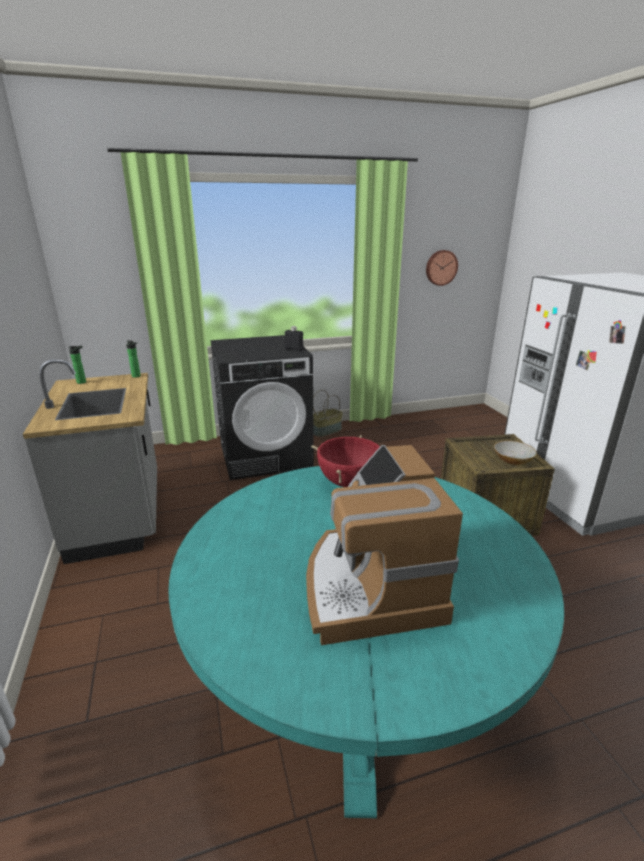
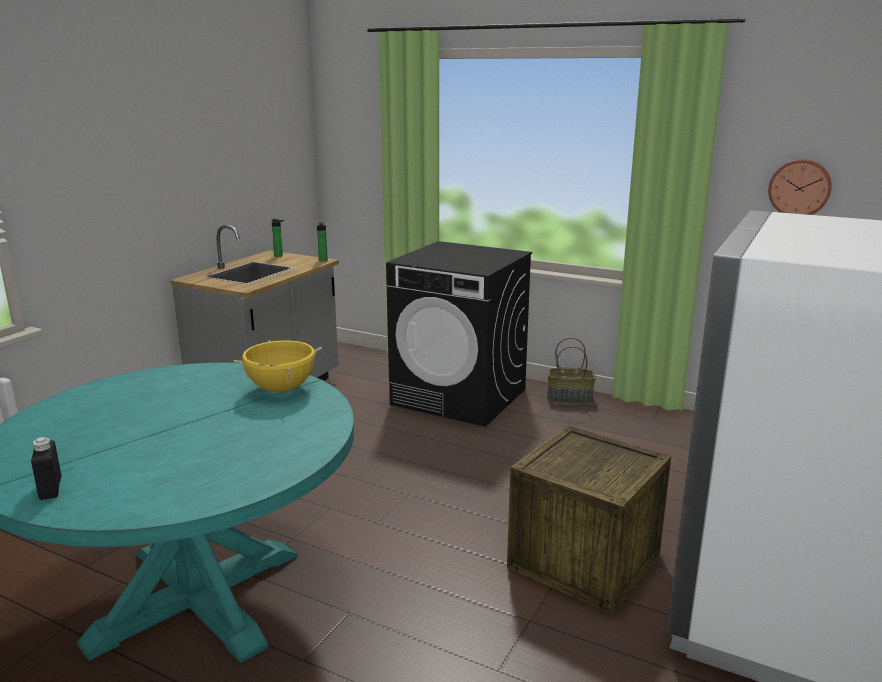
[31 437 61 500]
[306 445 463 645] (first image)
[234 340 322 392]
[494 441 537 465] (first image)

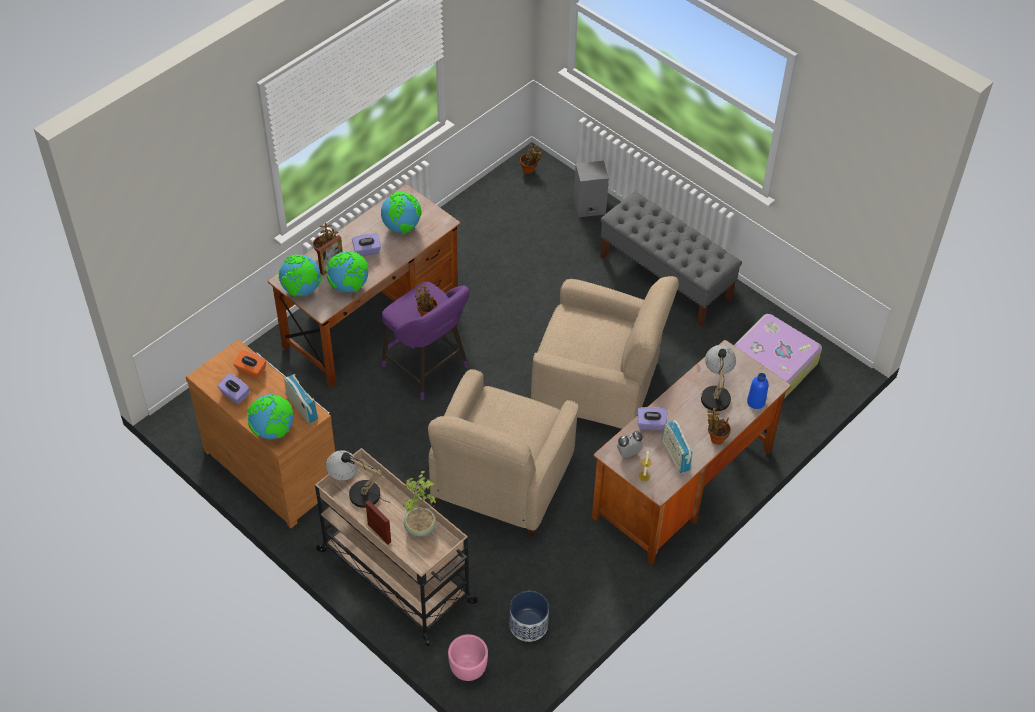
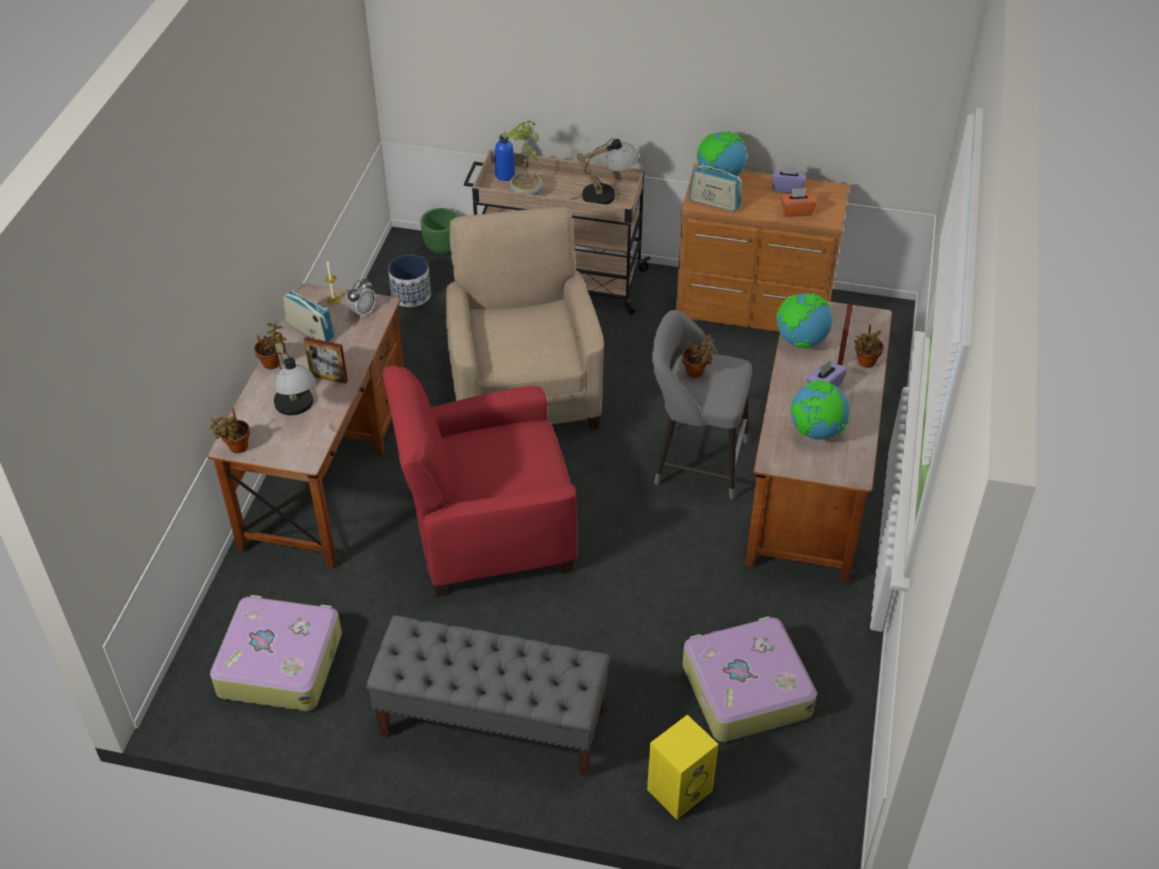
[279 254 322 296] (first image)
[304 337 348 384]
[652 310 752 500]
[421 208 459 255]
[210 408 250 453]
[383 366 577 597]
[647 715 718 819]
[638 407 667 430] (first image)
[495 134 515 181]
[682 616 817 742]

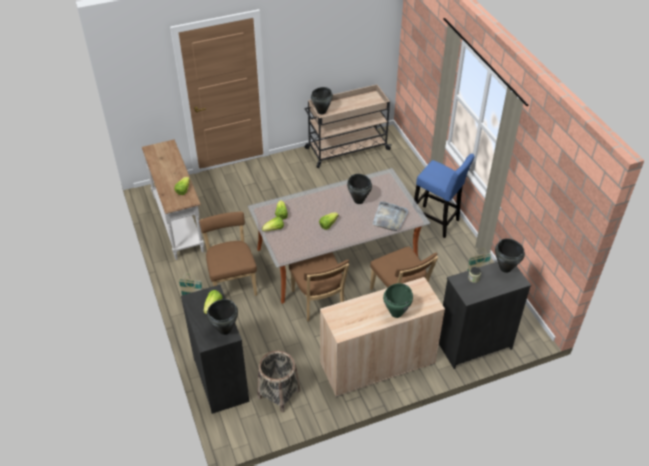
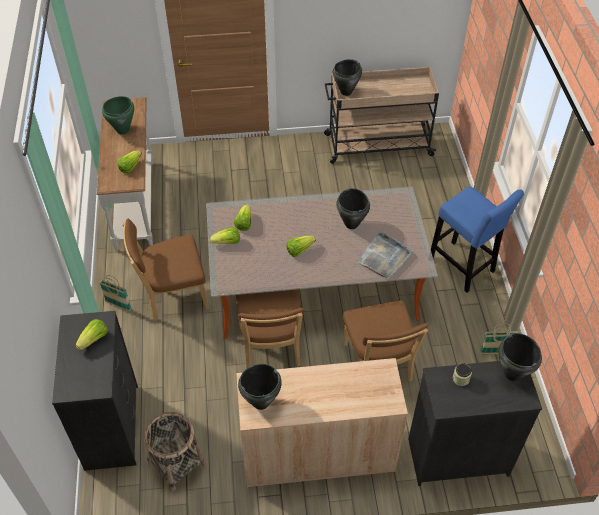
[123 219 209 321]
[238 364 282 410]
[102 96 134 135]

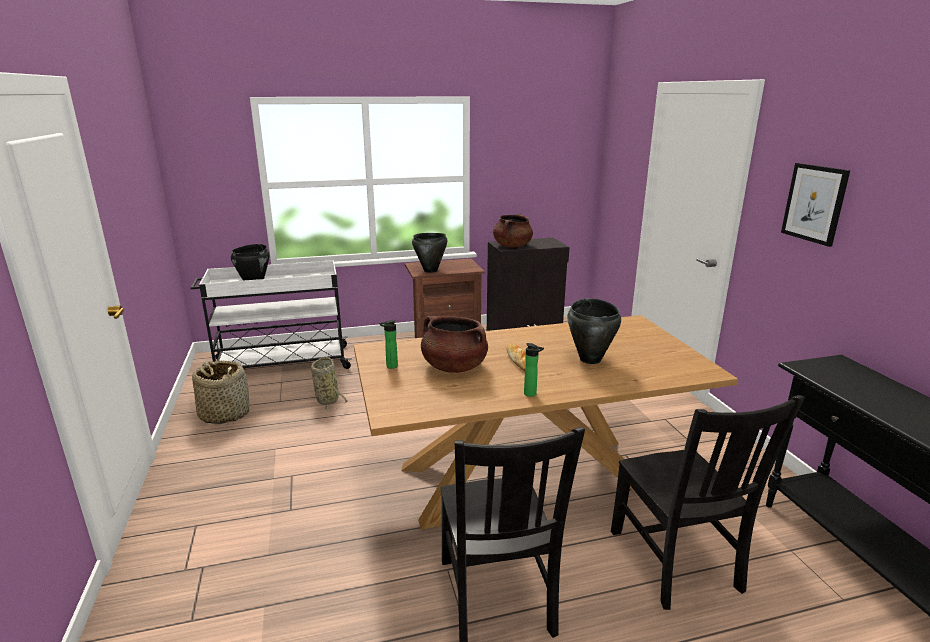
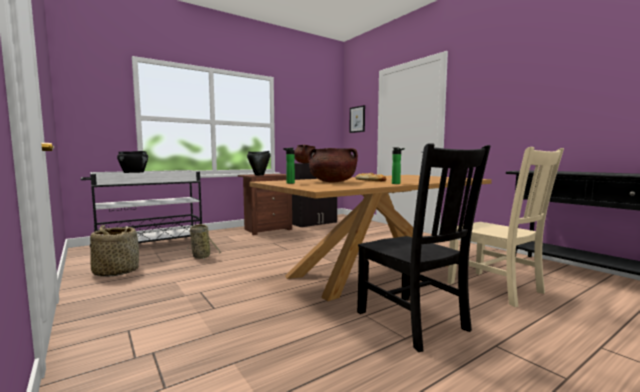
[568 298 621 364] (first image)
[447 147 564 307]
[350 105 365 133]

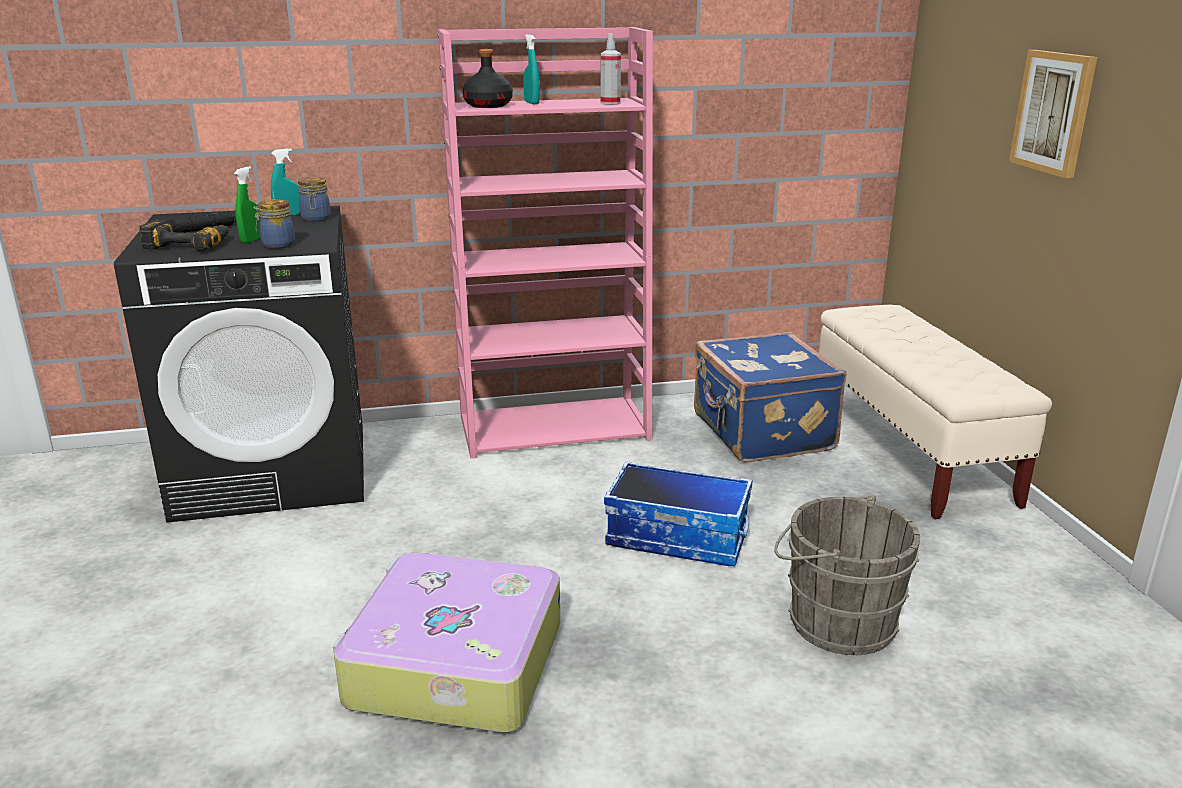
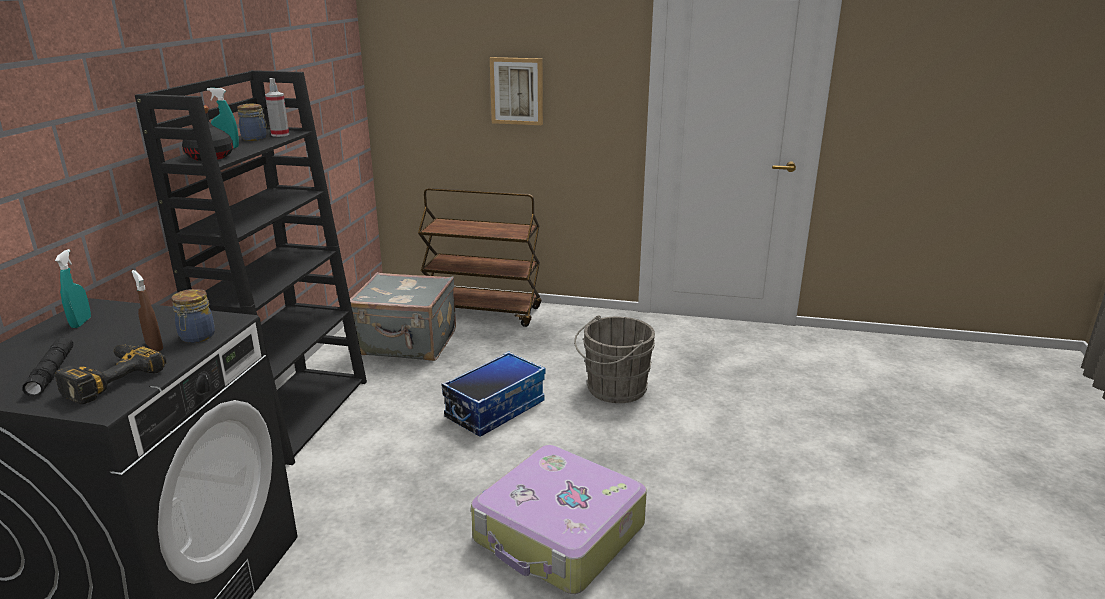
[132 270 163 351]
[237 104 267 141]
[135 70 367 465]
[350 272 456 361]
[418 188 541 327]

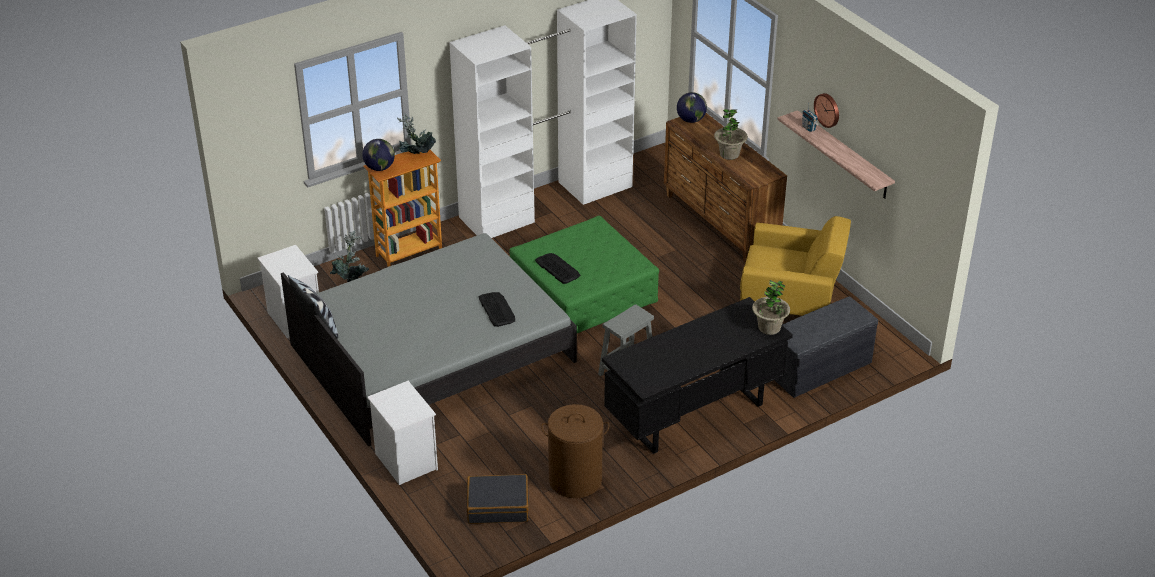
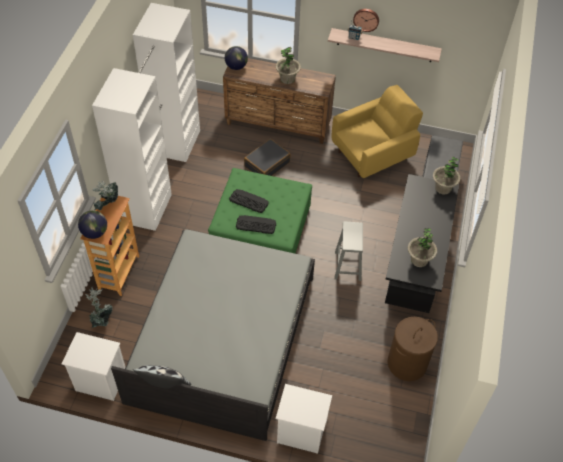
[244 139 291 176]
[229 189 269 213]
[408 228 438 267]

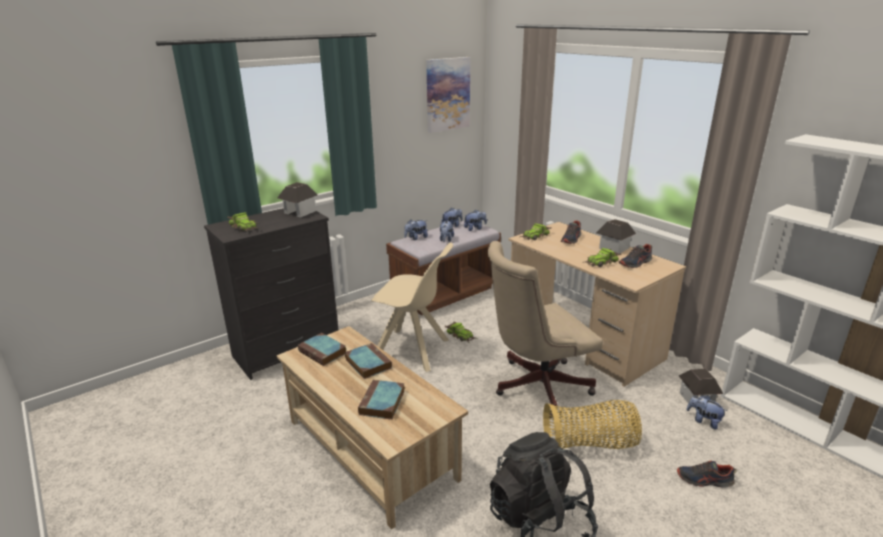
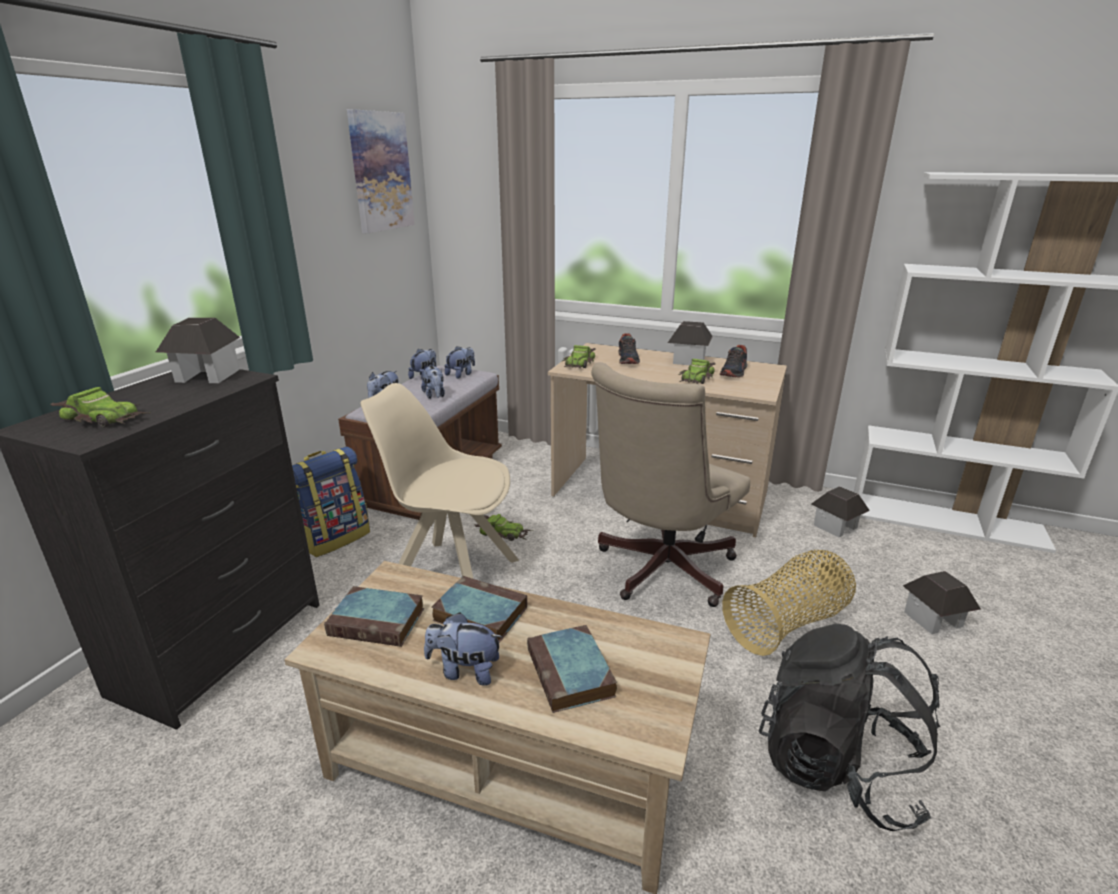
[361 383 520 579]
[903 571 981 634]
[424 612 503 686]
[292 447 370 557]

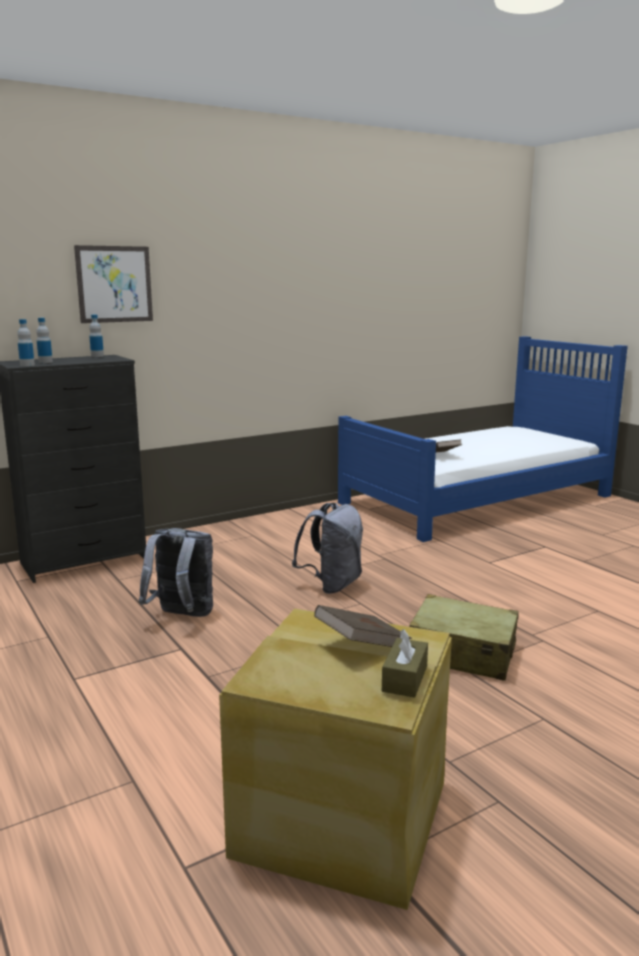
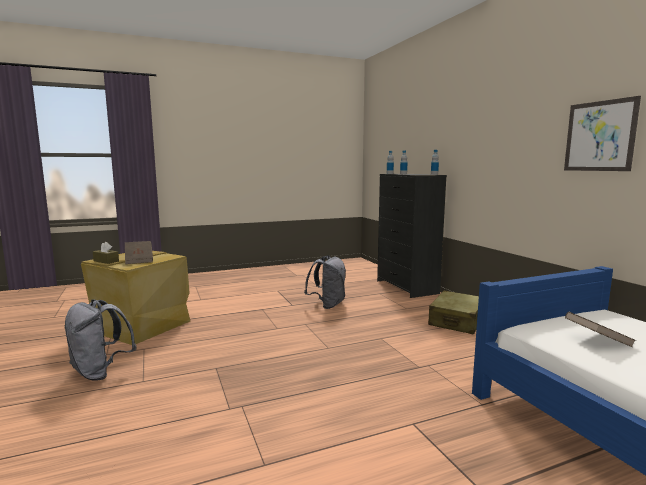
[564 96 641 171]
[65 299 137 380]
[428 290 479 335]

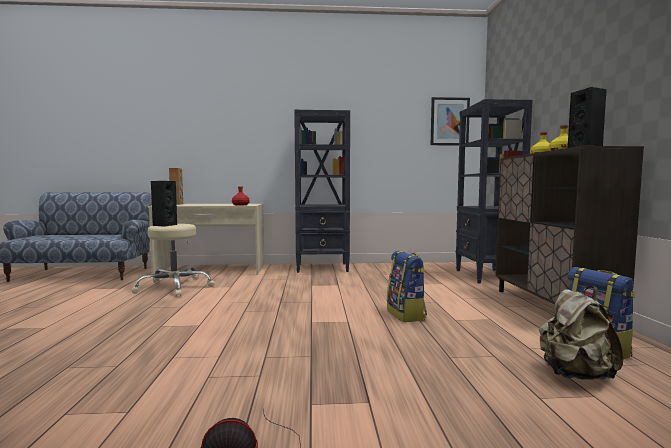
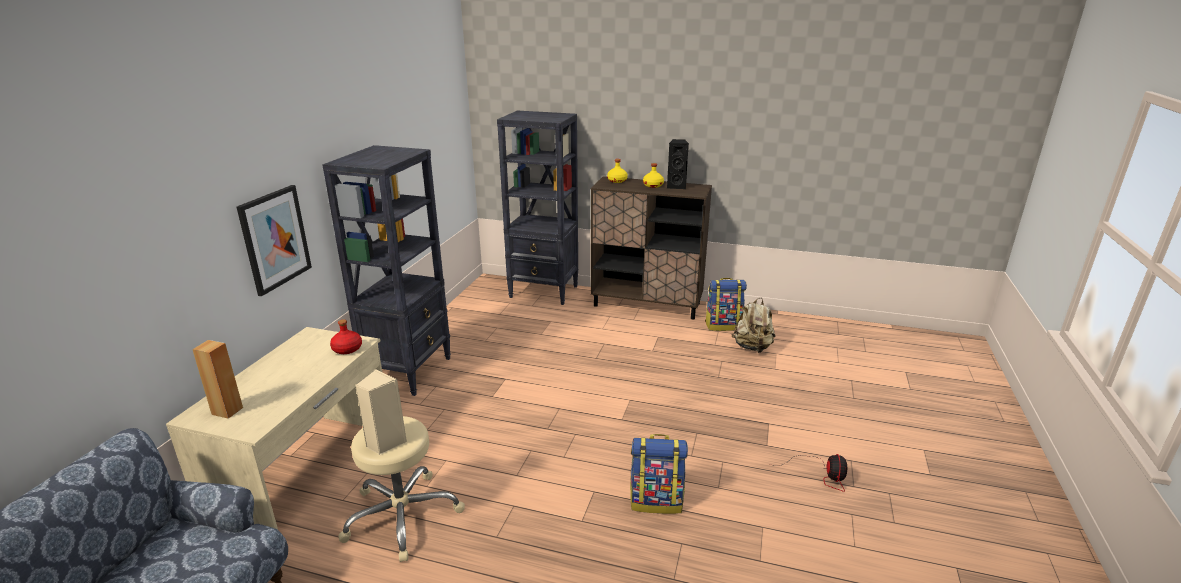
[355 369 407 455]
[630 434 688 514]
[237 185 312 296]

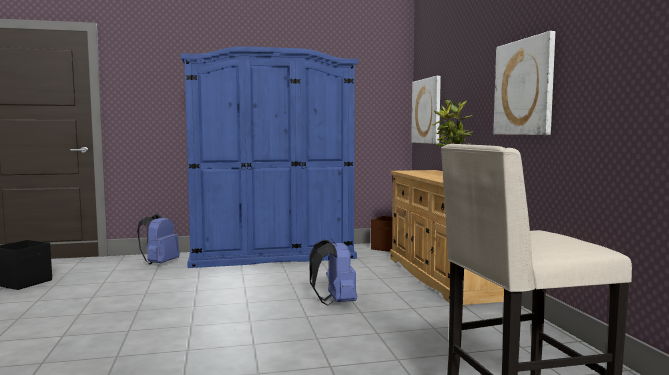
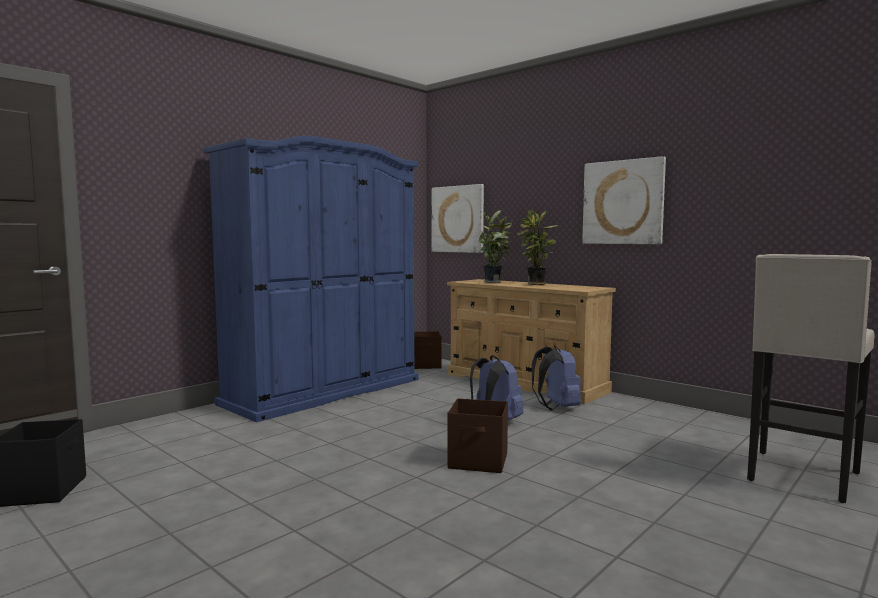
[532 345 581 410]
[447 398 508 473]
[478 210 513 283]

